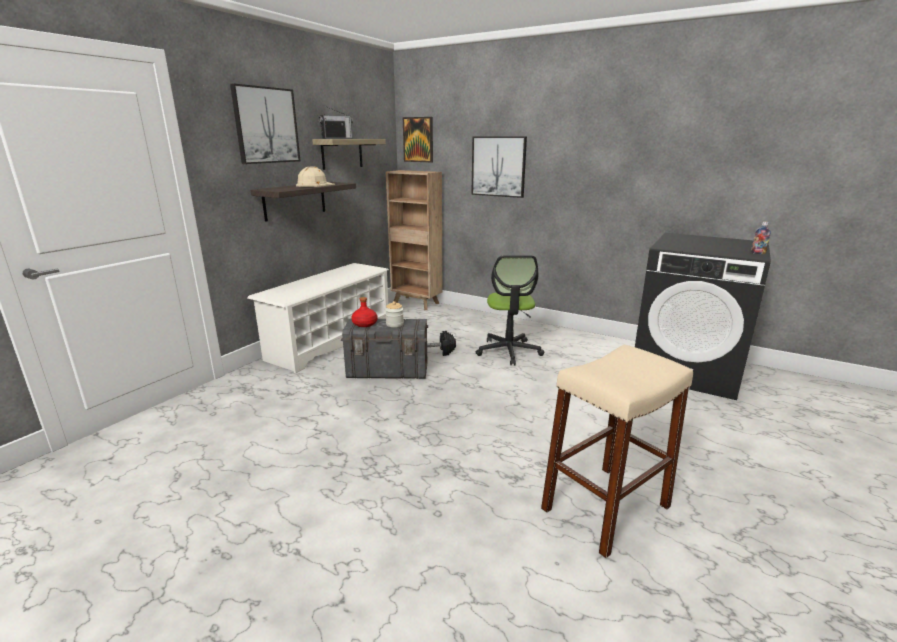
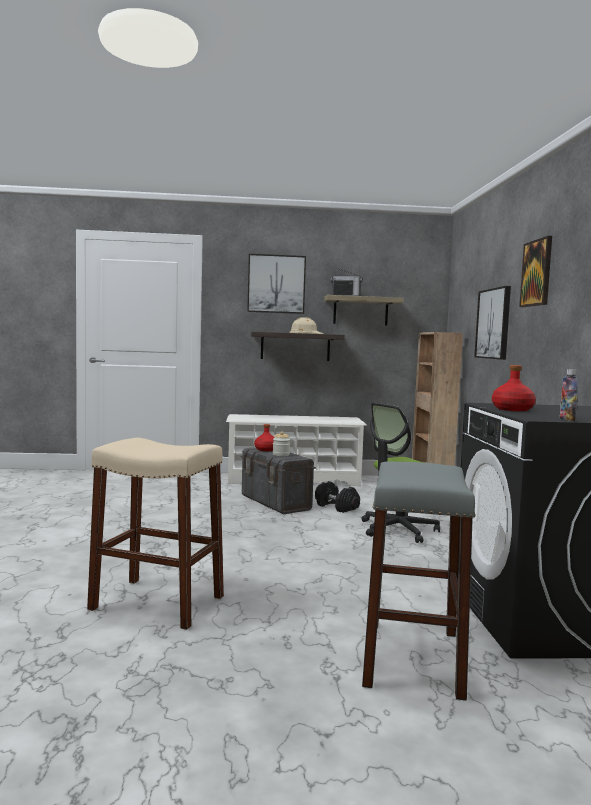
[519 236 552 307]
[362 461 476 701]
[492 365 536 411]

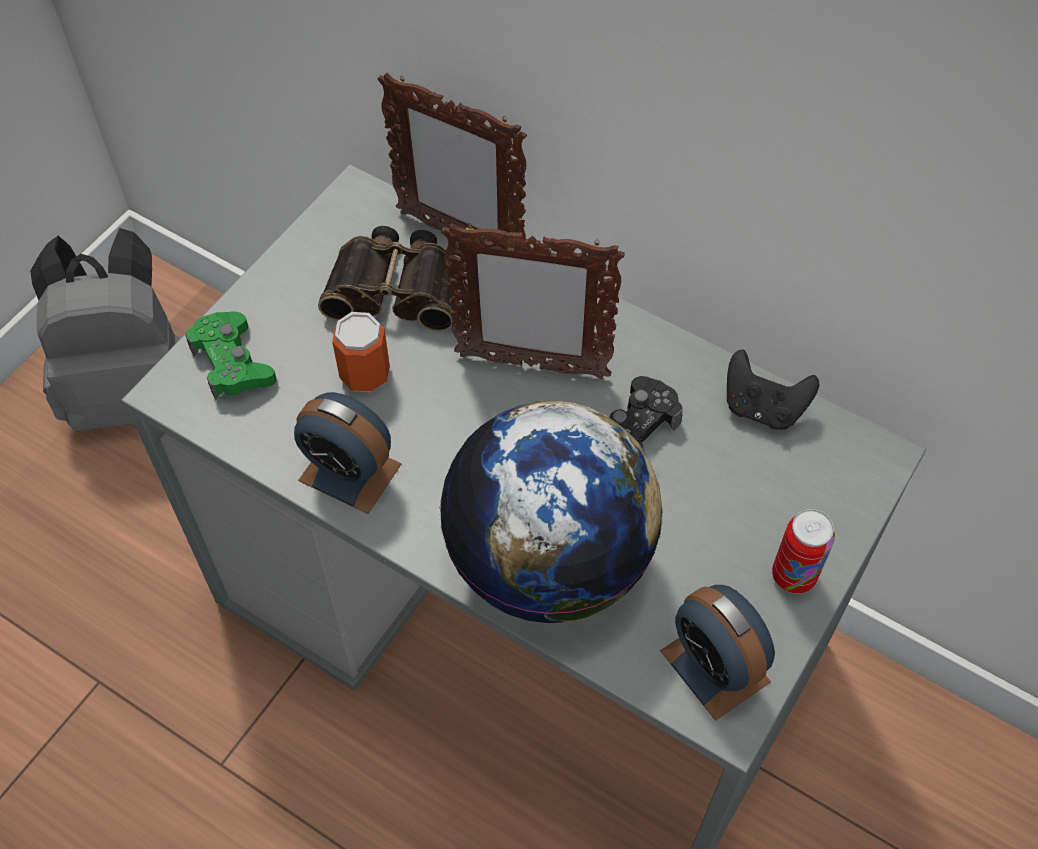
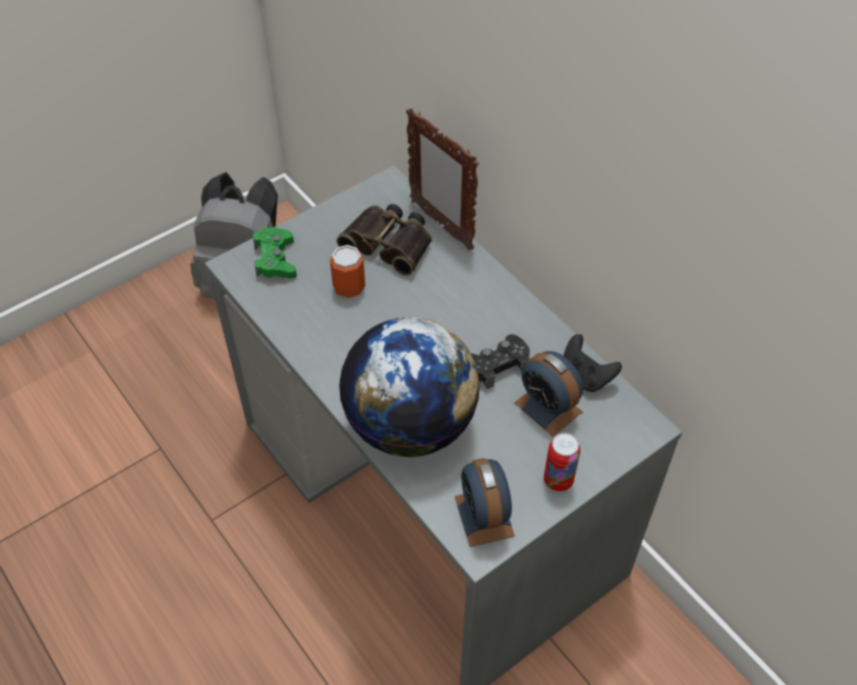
[514 351 583 436]
[441 223 625 379] (first image)

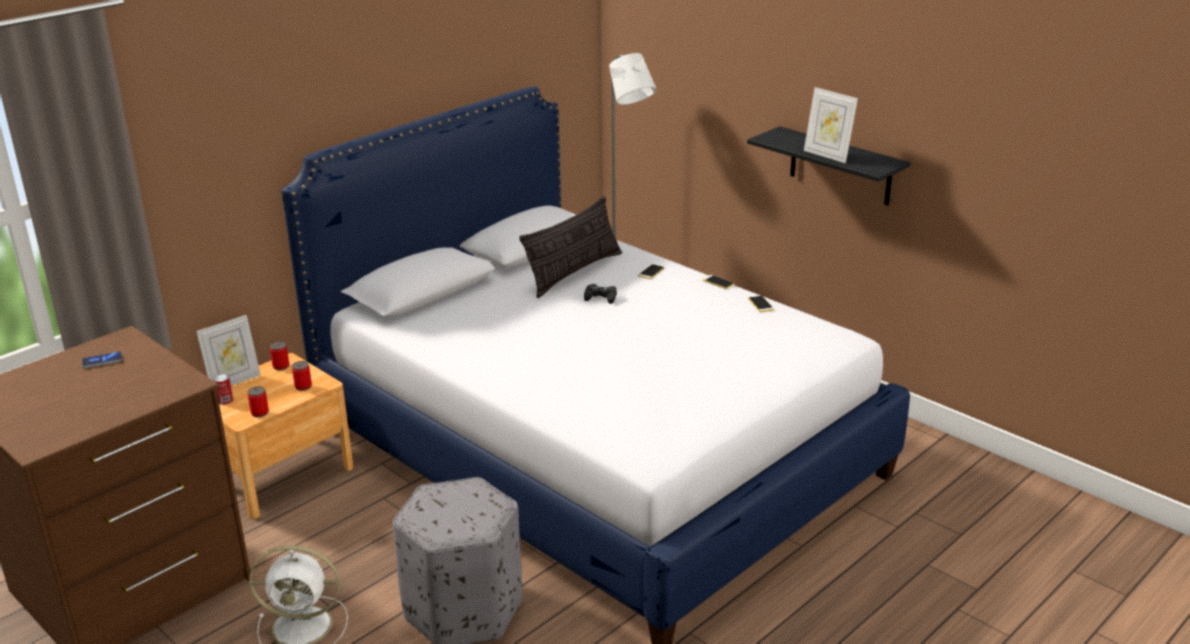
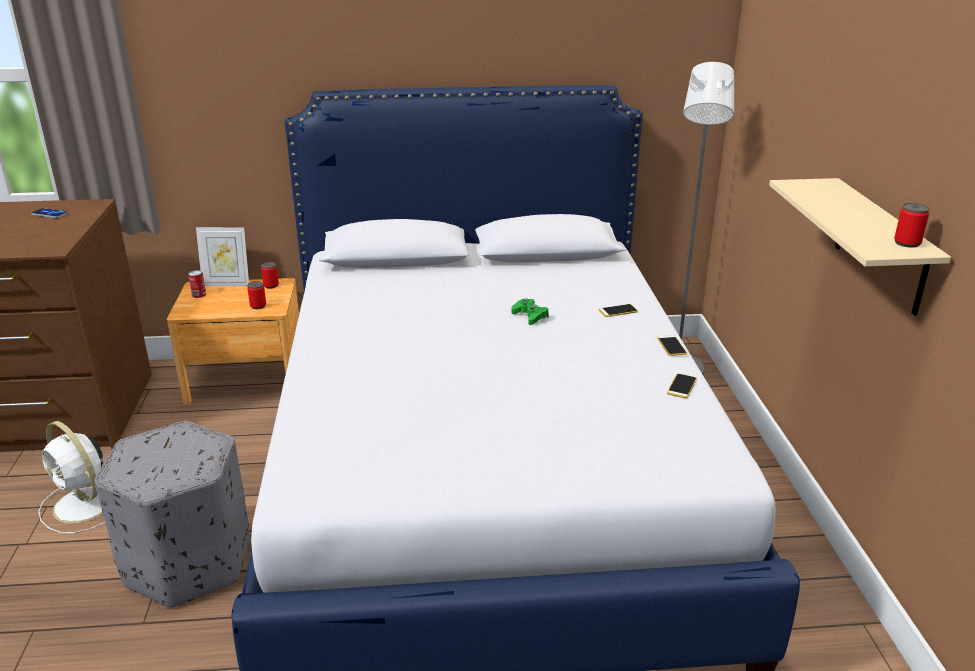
[894 203 930 248]
[519 196 622 298] (first image)
[512 299 549 325]
[769 178 951 316]
[804 87 858 163] (first image)

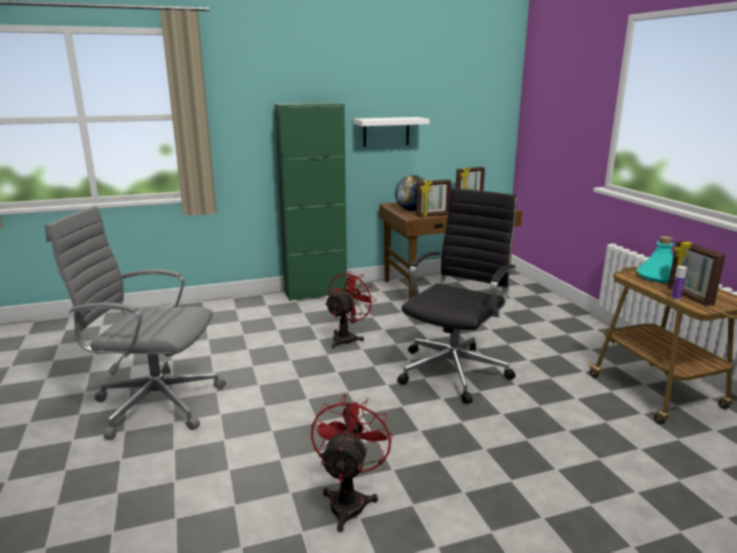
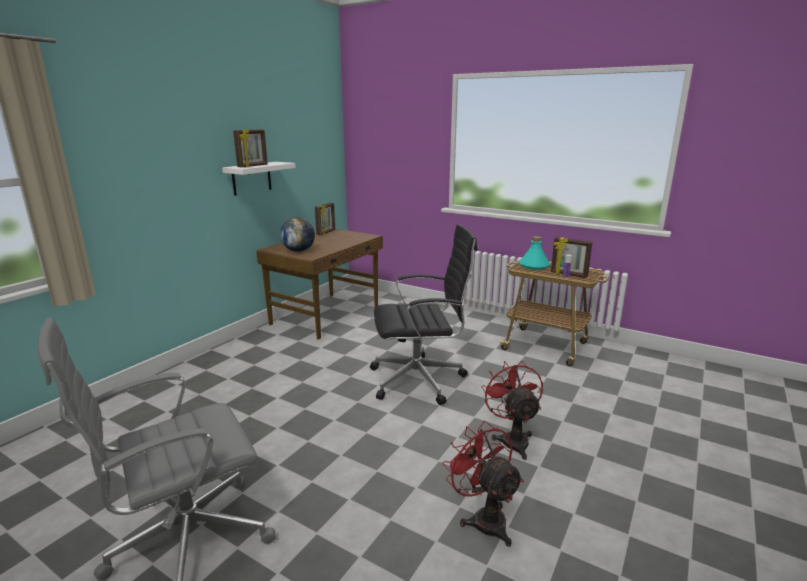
[275 103 347 301] (first image)
[482 361 543 460]
[370 224 477 405]
[233 129 268 168]

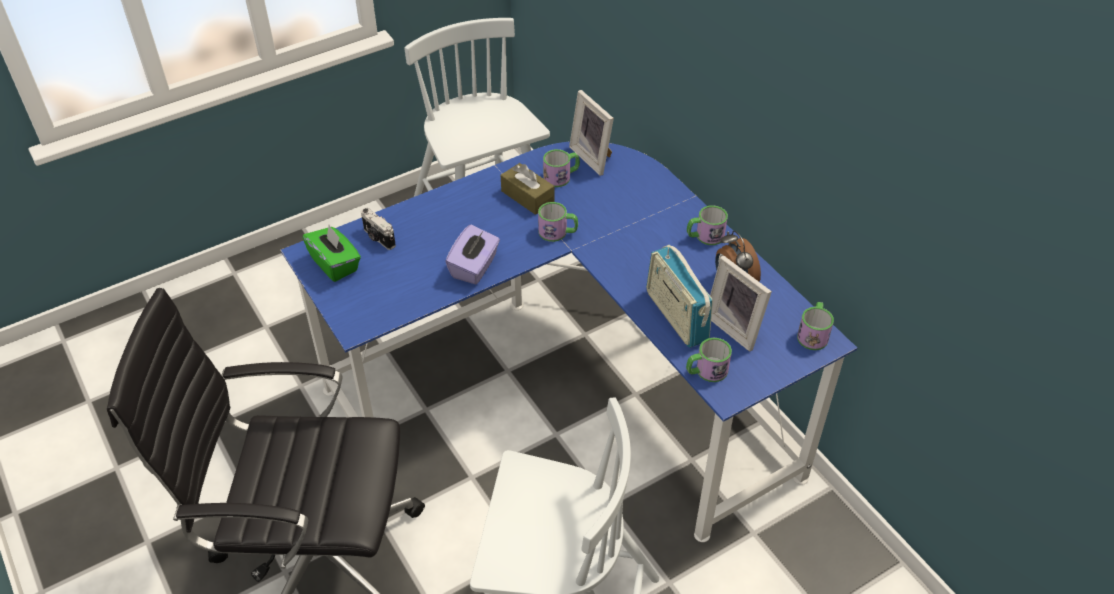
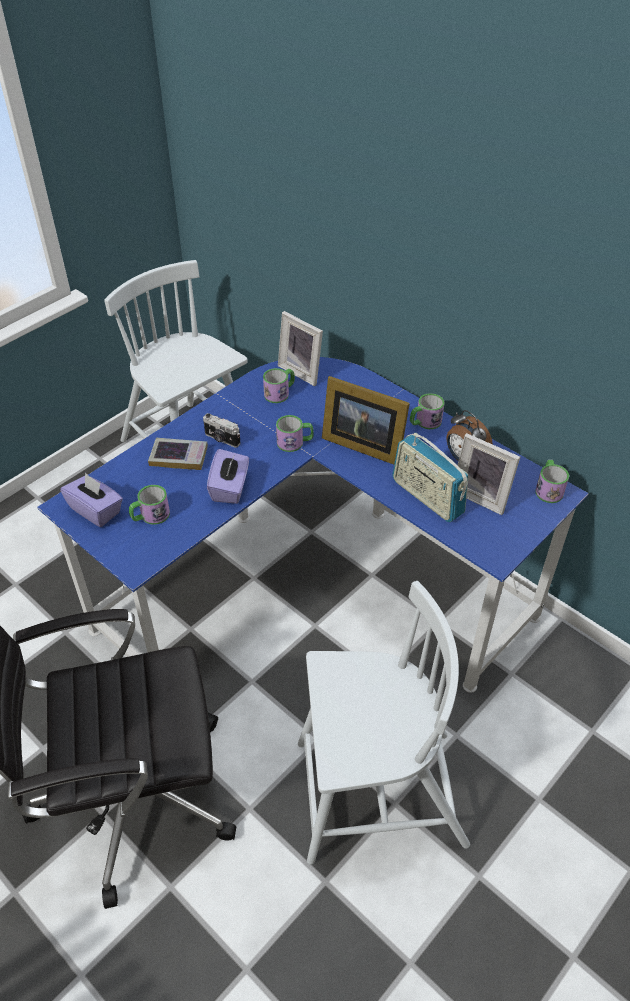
[60 473 123 527]
[203 413 241 448]
[501 163 554 215] (first image)
[129 485 170 525]
[148 438 208 470]
[322 376 410 465]

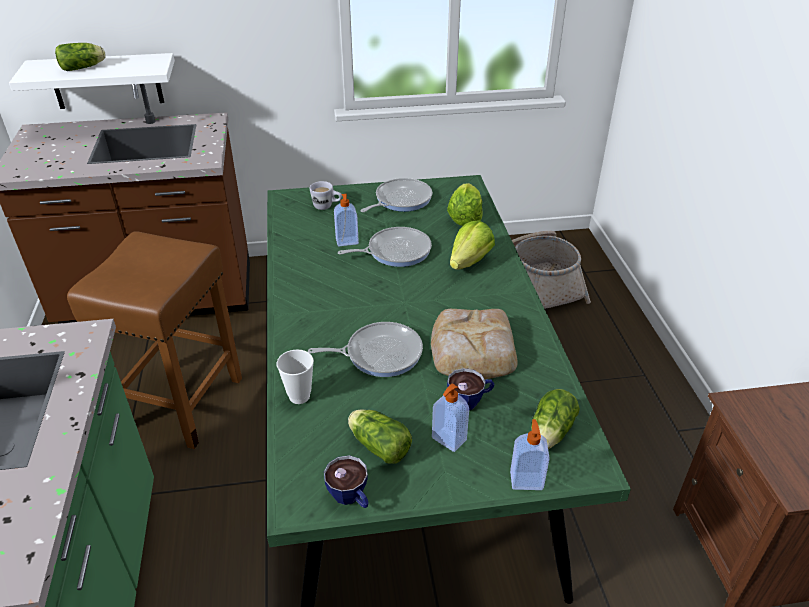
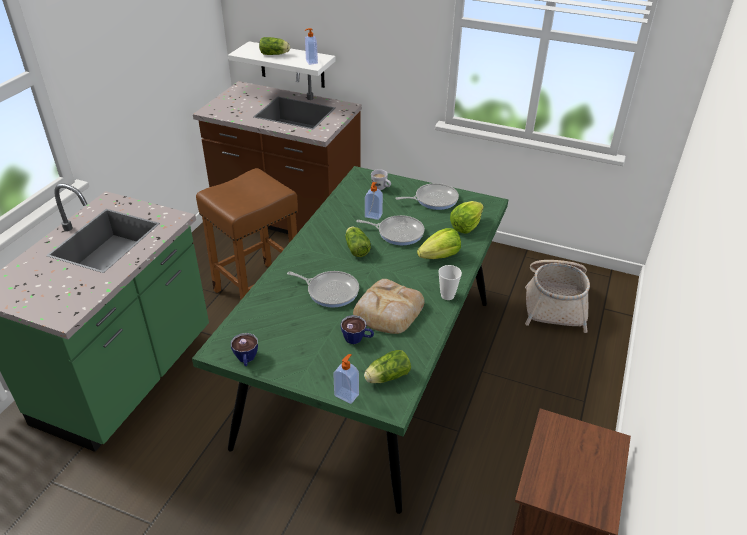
[438 265 462 300]
[345 227 371 257]
[305 28 318 65]

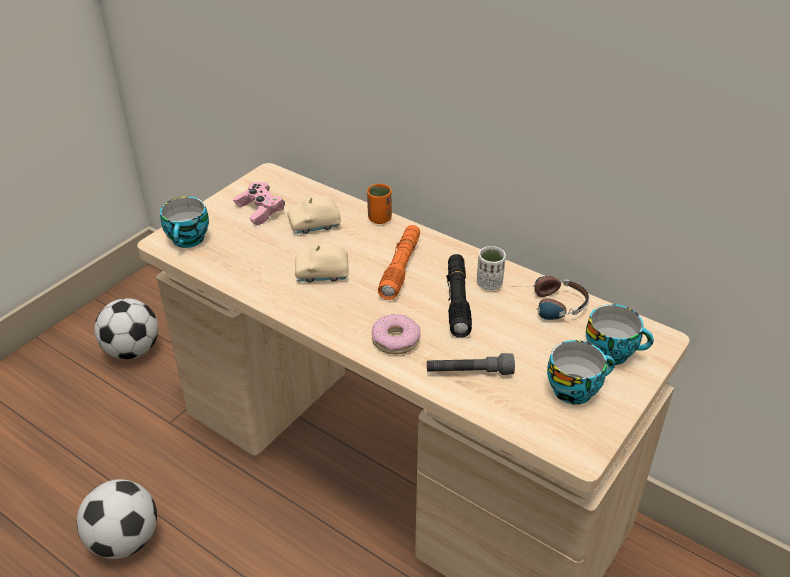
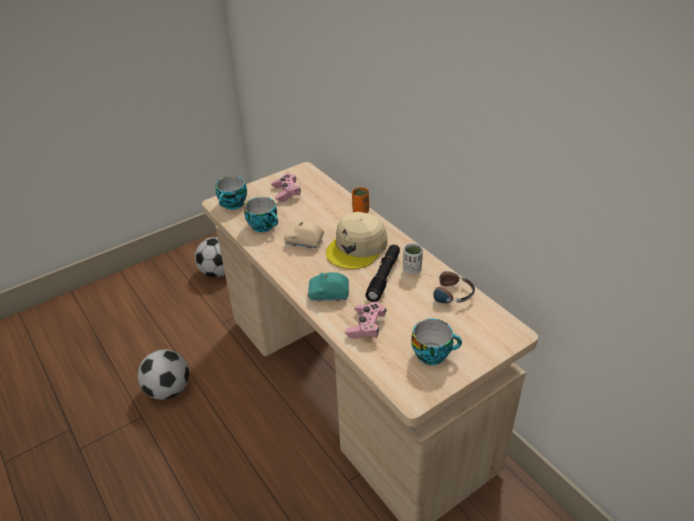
[287 195 341 234] (first image)
[308 272 349 301]
[326 212 388 269]
[345 302 387 339]
[244 197 278 232]

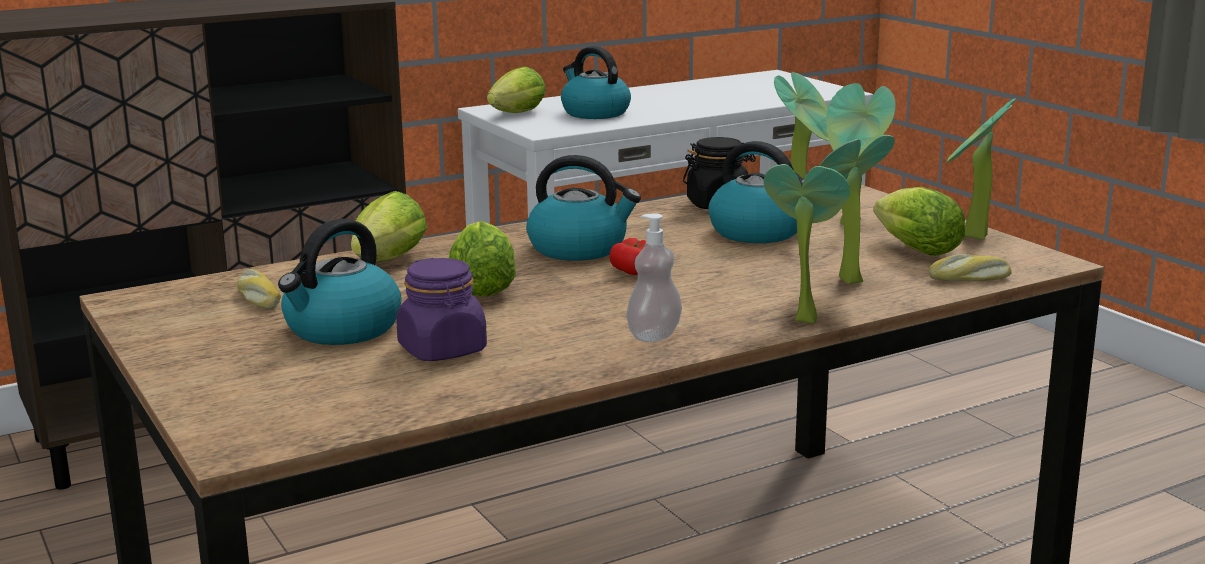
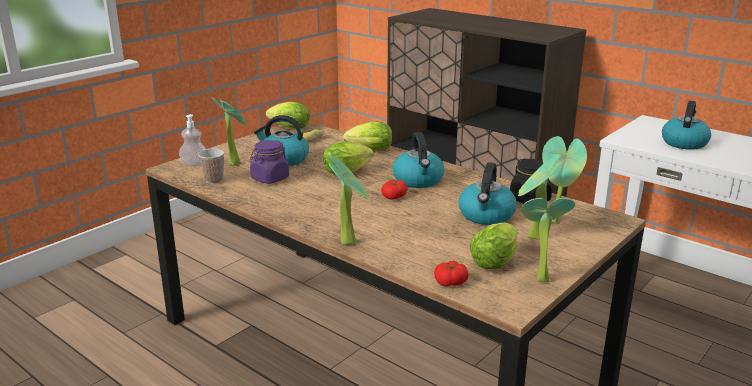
[266 102 310 129]
[179 114 207 166]
[211 97 247 166]
[434 261 468 286]
[198 149 225 184]

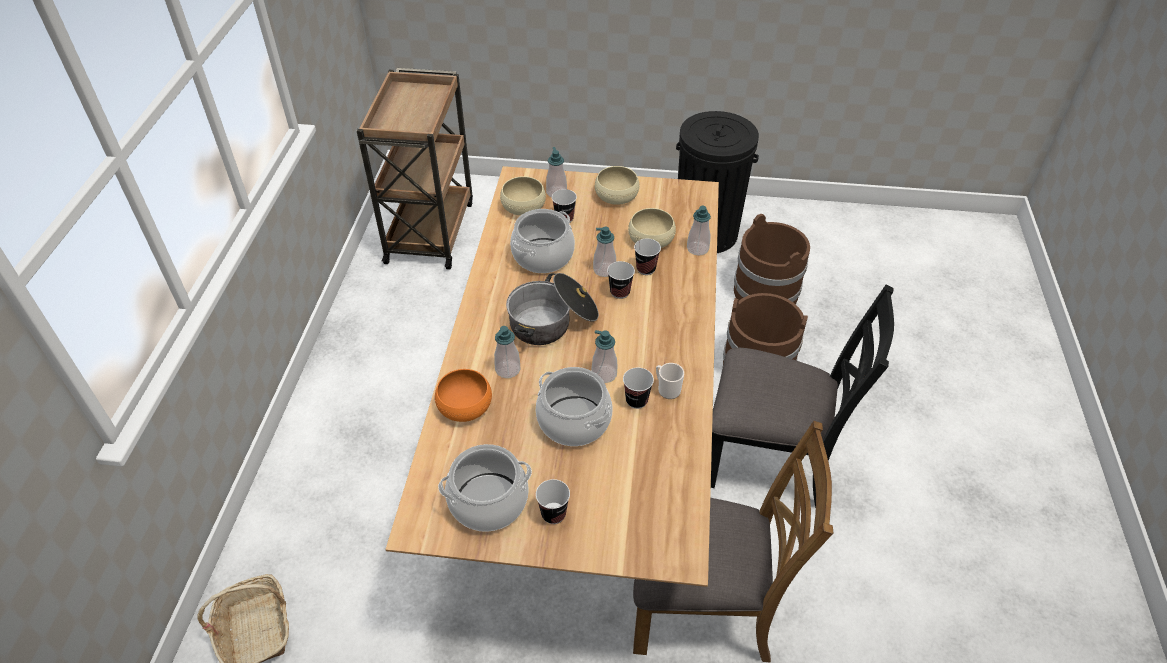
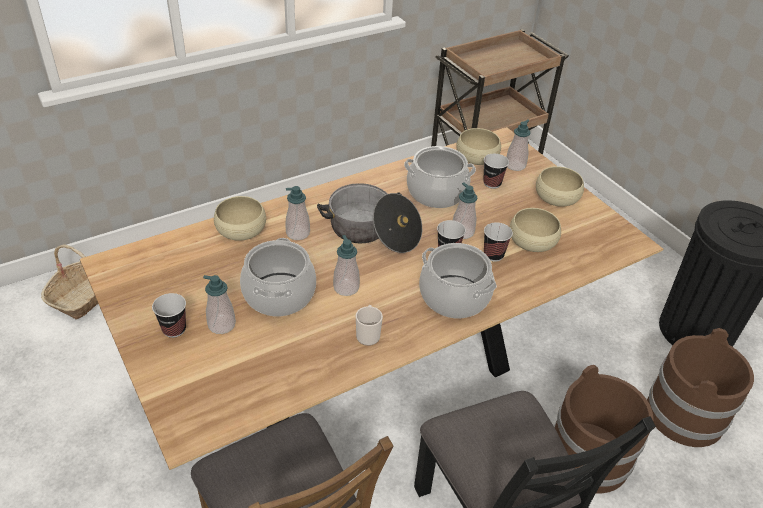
[214 196 266 241]
[419 243 497 318]
[623 368 654 409] (first image)
[203 275 236 334]

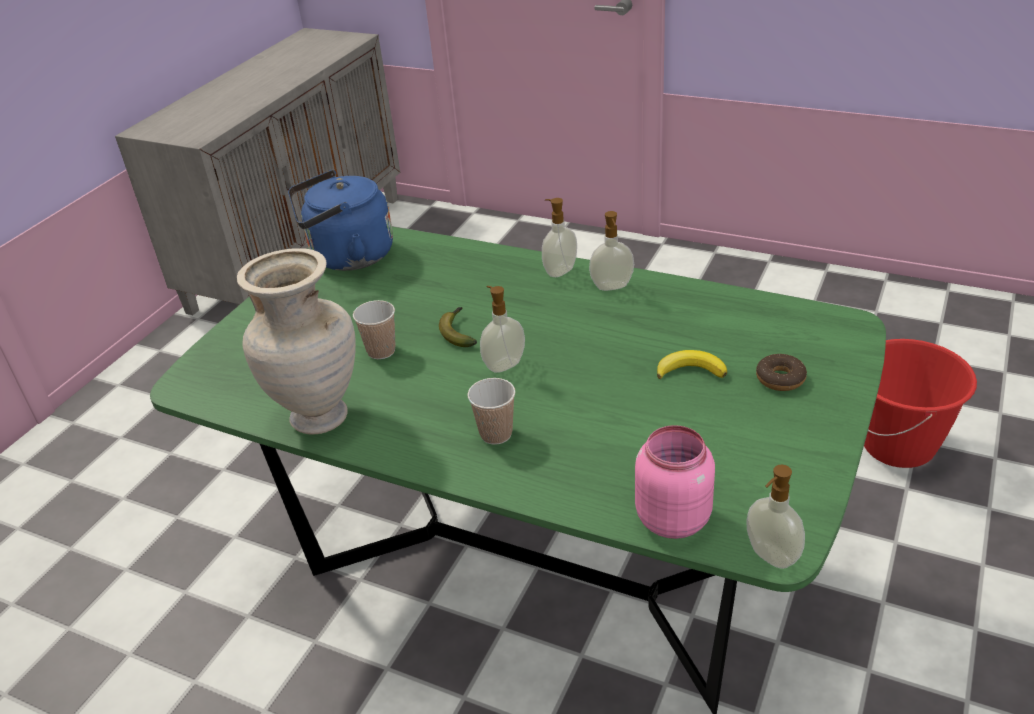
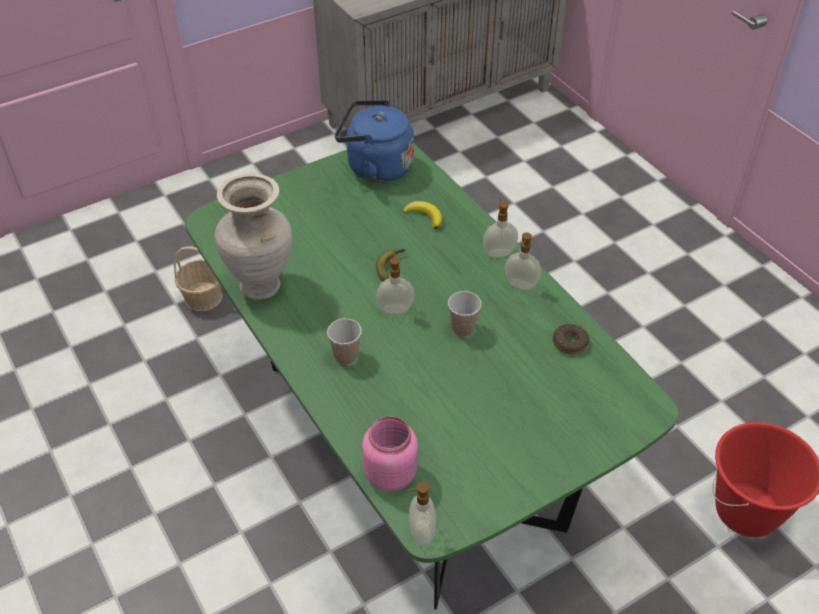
[448 291 482 337]
[403 201 442 229]
[553 324 589 354]
[174 247 223 311]

